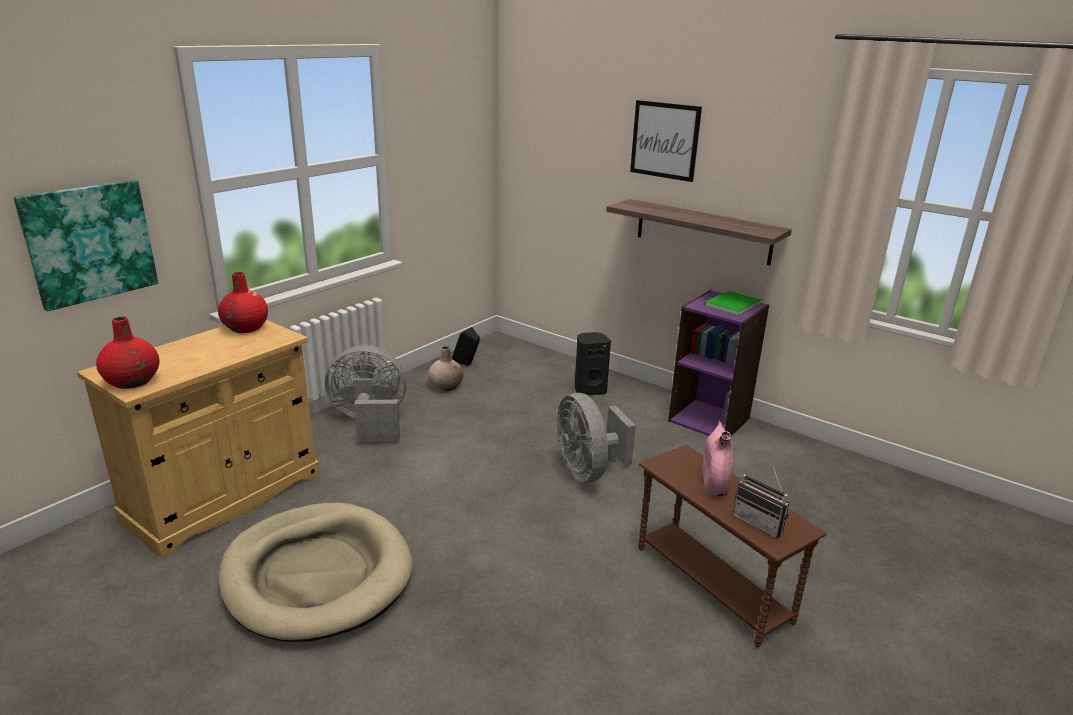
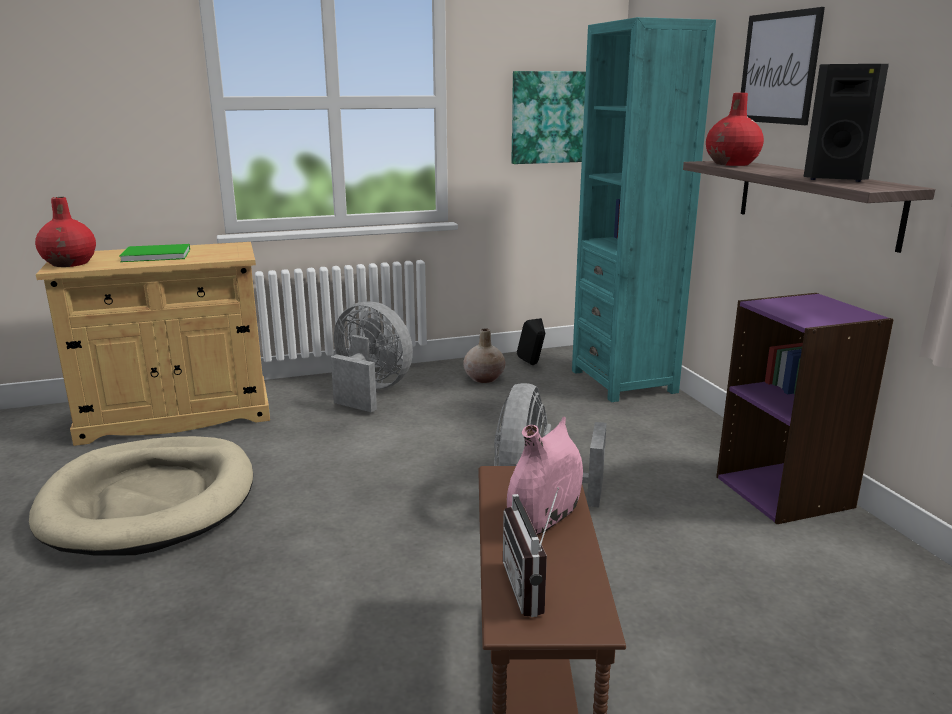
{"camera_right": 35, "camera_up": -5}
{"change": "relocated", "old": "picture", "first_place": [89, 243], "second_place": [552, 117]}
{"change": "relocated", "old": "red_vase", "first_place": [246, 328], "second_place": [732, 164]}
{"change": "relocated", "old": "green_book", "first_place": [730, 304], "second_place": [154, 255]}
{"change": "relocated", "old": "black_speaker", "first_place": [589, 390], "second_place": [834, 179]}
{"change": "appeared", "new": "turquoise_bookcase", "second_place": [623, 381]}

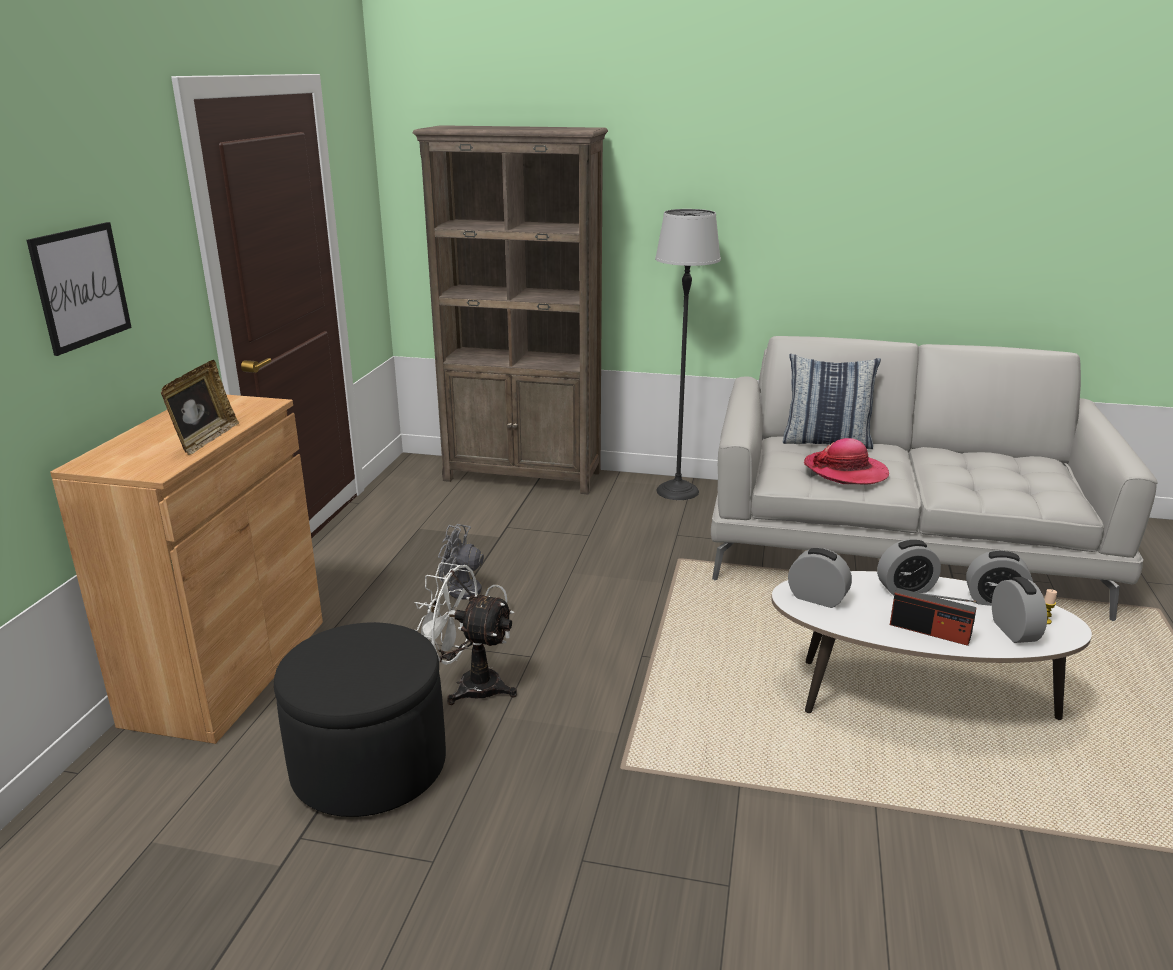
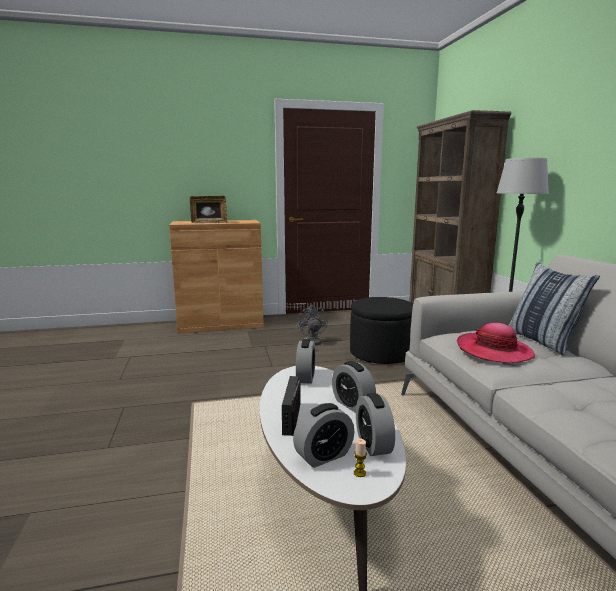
{"camera_right": 65, "camera_up": -10}
{"change": "missing", "old": "picture", "first_place": [81, 287]}
{"change": "missing", "old": "white_fan", "first_place": [468, 686]}
{"change": "relocated", "old": "black_ottoman", "first_place": [369, 766], "second_place": [381, 353]}

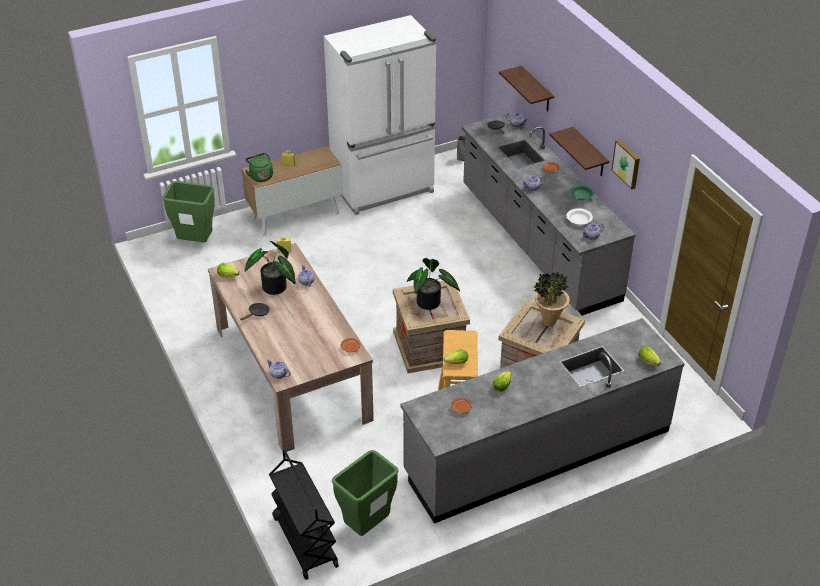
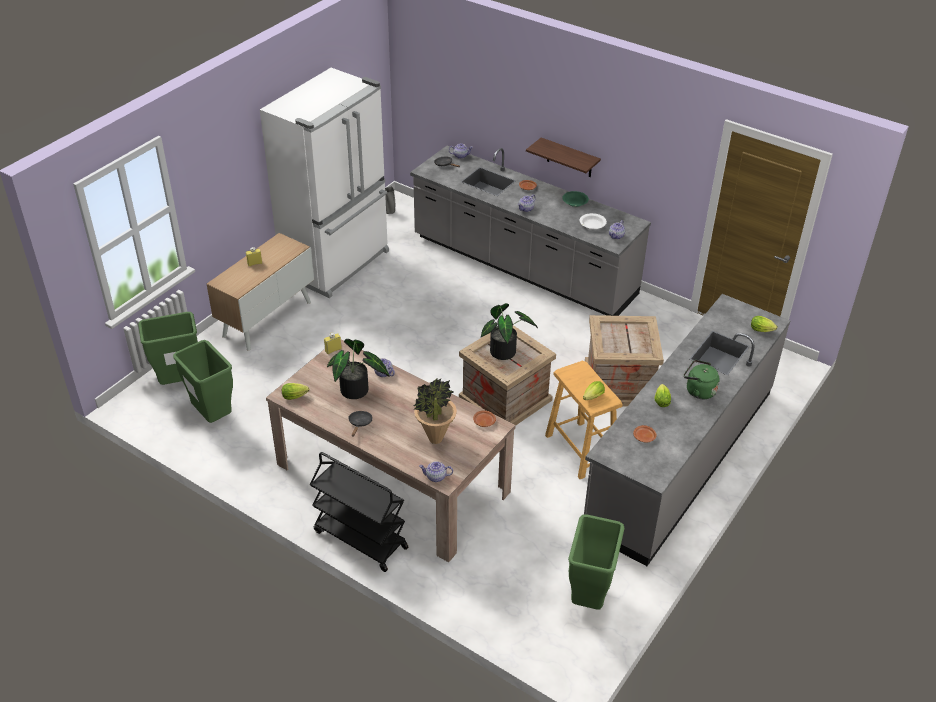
{"camera_right": -30, "camera_up": 0}
{"change": "missing", "old": "shelf", "first_place": [536, 90]}
{"change": "missing", "old": "picture", "first_place": [627, 163]}
{"change": "relocated", "old": "green_kettle", "first_place": [260, 176], "second_place": [698, 391]}
{"change": "relocated", "old": "potted_plant", "first_place": [549, 323], "second_place": [435, 439]}
{"change": "relocated", "old": "black_cart", "first_place": [304, 541], "second_place": [360, 539]}
{"change": "appeared", "new": "green_trash_can", "second_place": [212, 416]}

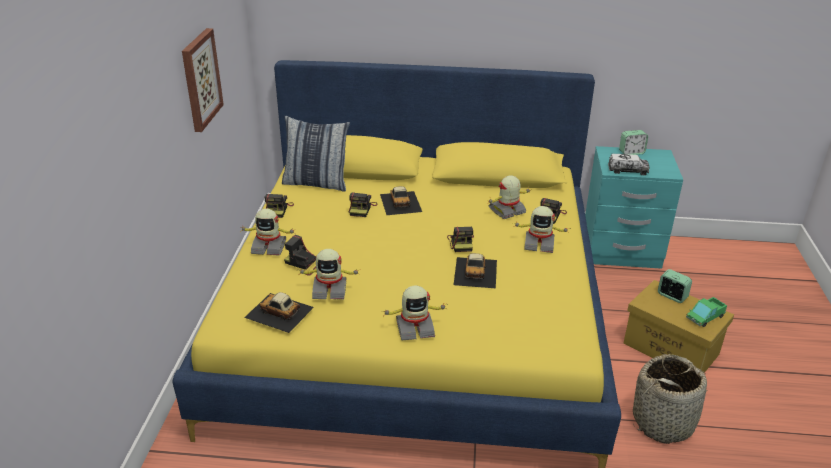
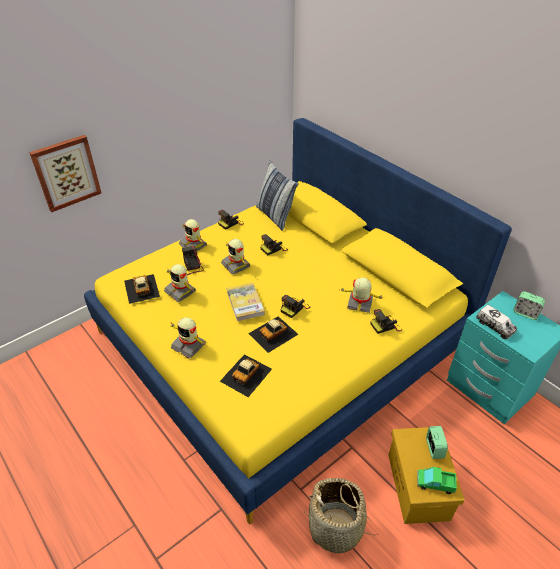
{"camera_right": 45, "camera_up": 10}
{"change": "relocated", "old": "picture", "first_place": [200, 79], "second_place": [66, 173]}
{"change": "relocated", "old": "toy_car", "first_place": [400, 202], "second_place": [246, 375]}
{"change": "relocated", "old": "toy_robot", "first_place": [539, 244], "second_place": [236, 265]}
{"change": "appeared", "new": "book", "second_place": [245, 303]}

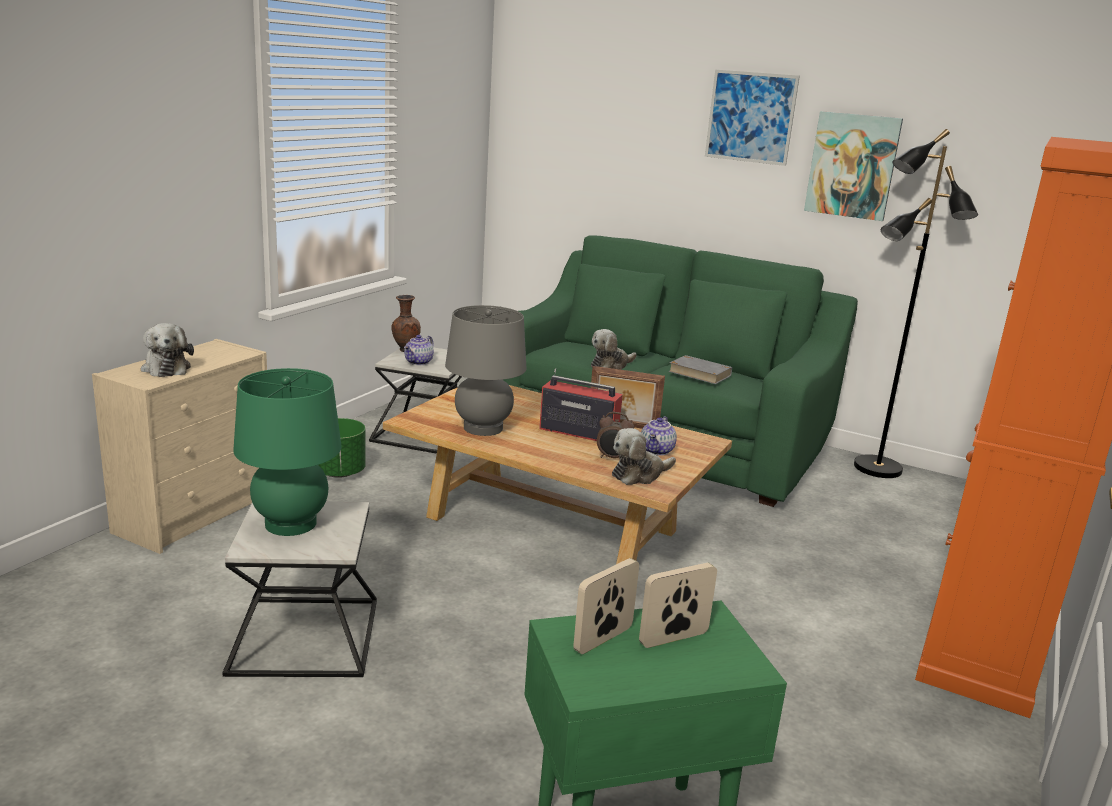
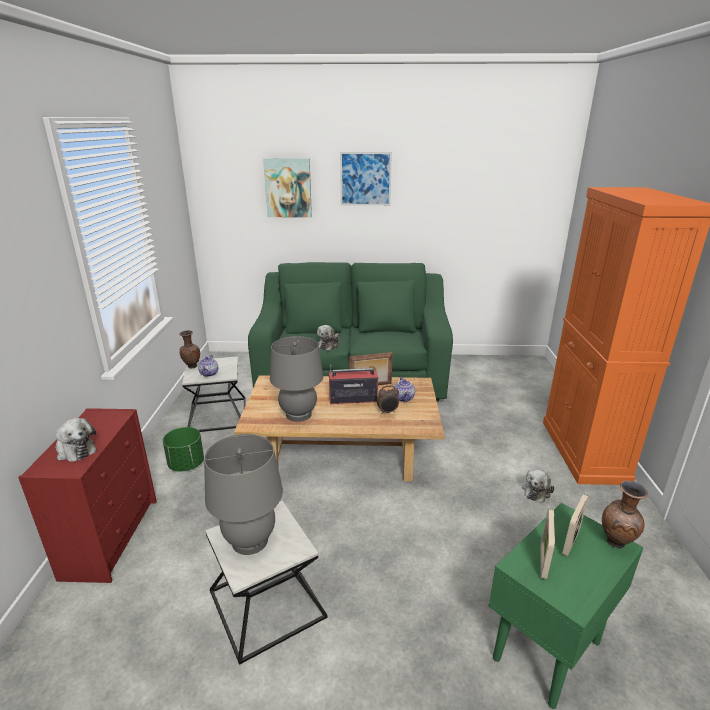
{"camera_right": -25, "camera_up": 5}
{"change": "relocated", "old": "picture", "first_place": [852, 165], "second_place": [288, 188]}
{"change": "missing", "old": "black_floor_lamp", "first_place": [877, 469]}
{"change": "colour", "old": "beige_dresser", "new": "red_dresser", "first_place": [196, 513], "second_place": [111, 536]}
{"change": "missing", "old": "grey_book", "first_place": [699, 373]}
{"change": "colour", "old": "green_table_lamp", "new": "grey_table_lamp", "first_place": [291, 523], "second_place": [250, 540]}
{"change": "relocated", "old": "plush_toy", "first_place": [639, 474], "second_place": [536, 491]}
{"change": "appeared", "new": "brown_vase", "second_place": [616, 543]}

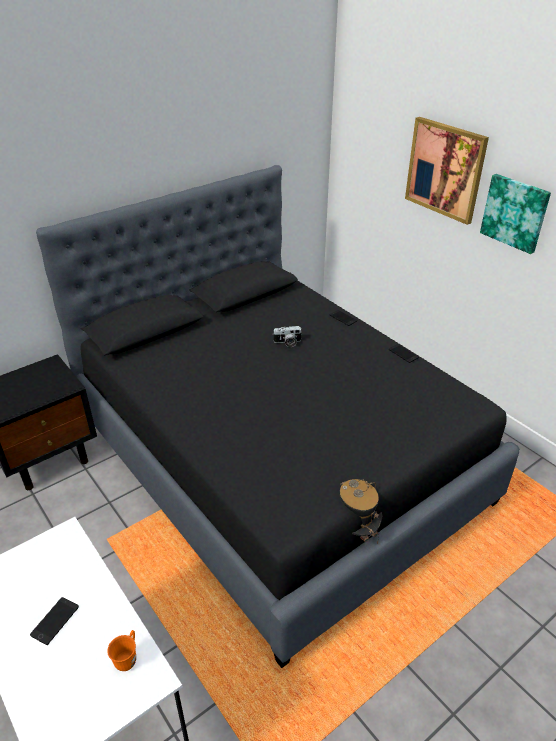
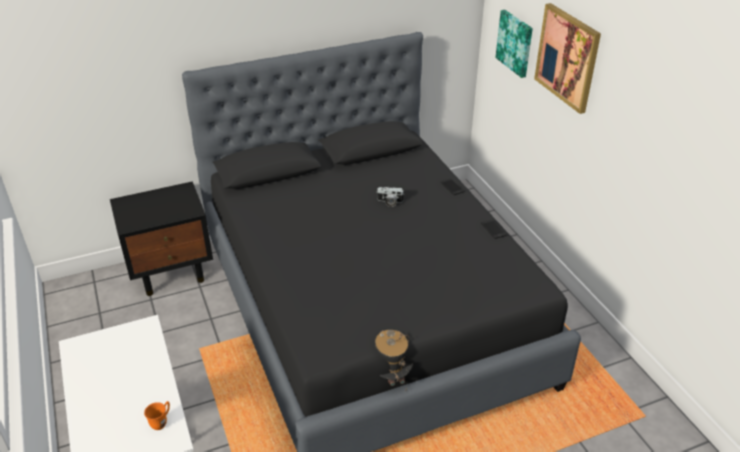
{"camera_right": 15, "camera_up": 0}
{"change": "relocated", "old": "picture", "first_place": [515, 213], "second_place": [515, 43]}
{"change": "missing", "old": "phone", "first_place": [55, 621]}

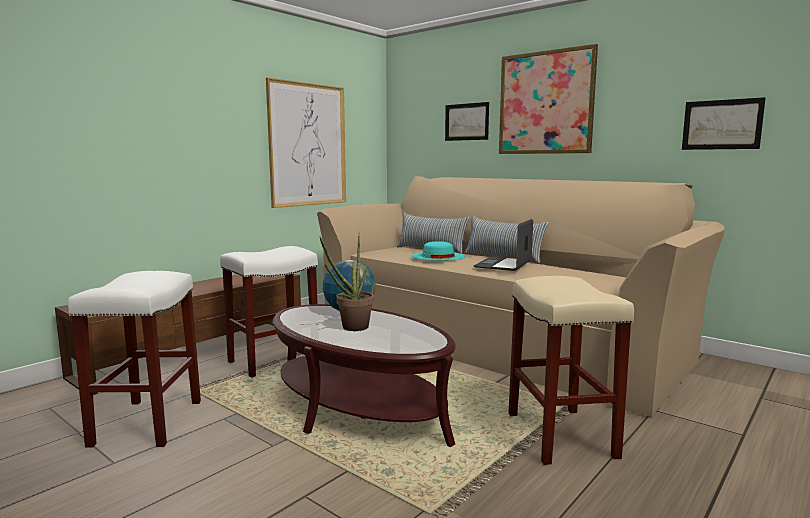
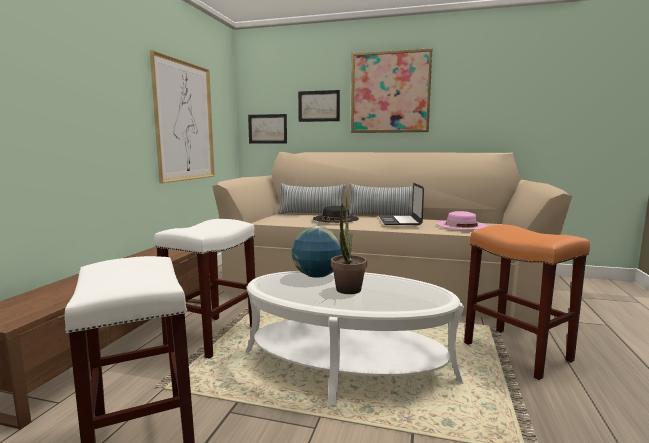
{"camera_right": -25, "camera_up": 0}
{"change": "relocated", "old": "picture", "first_place": [721, 124], "second_place": [267, 129]}
{"change": "colour", "old": "turquoise_hat", "new": "black_hat", "first_place": [438, 256], "second_place": [335, 218]}
{"change": "colour", "old": "beige_stool", "new": "orange_stool", "first_place": [562, 436], "second_place": [518, 352]}
{"change": "colour", "old": "brown_coffee_table", "new": "white_coffee_table", "first_place": [358, 408], "second_place": [347, 366]}
{"change": "appeared", "new": "pink_hat", "second_place": [461, 225]}

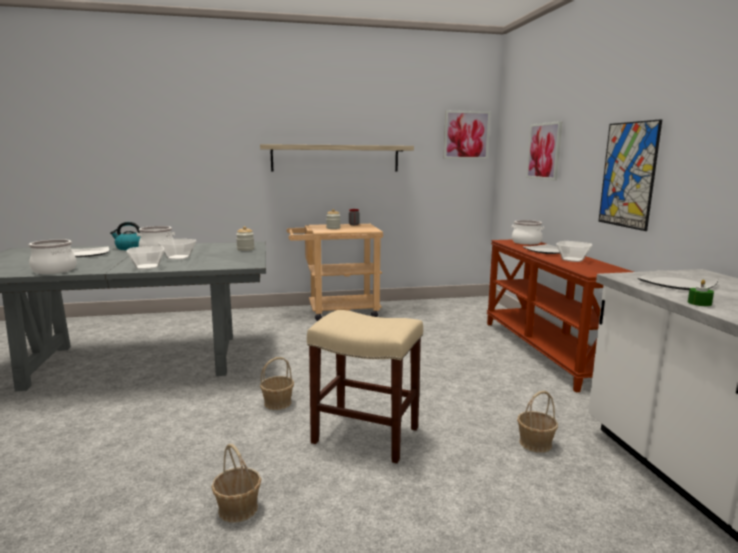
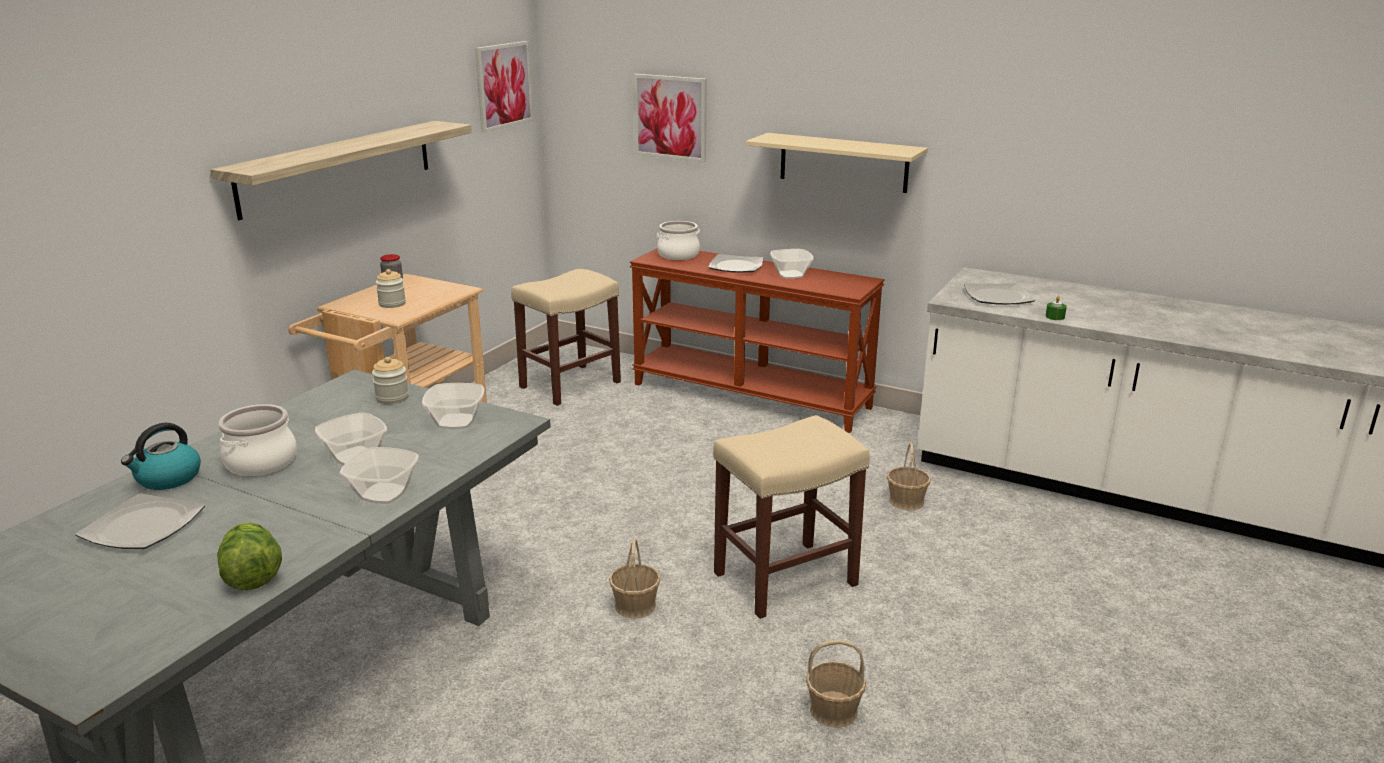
{"camera_right": -50, "camera_up": 10}
{"change": "exchanged", "old": "picture", "new": "beige_shelf", "first_place": [628, 175], "second_place": [843, 162]}
{"change": "exchanged", "old": "cooking_pot", "new": "lettuce", "first_place": [54, 270], "second_place": [252, 576]}
{"change": "appeared", "new": "beige_stool", "second_place": [571, 384]}
{"change": "appeared", "new": "bowl", "second_place": [457, 421]}

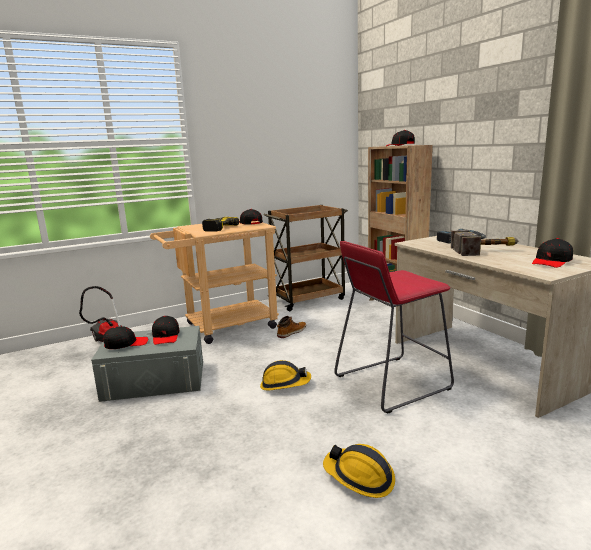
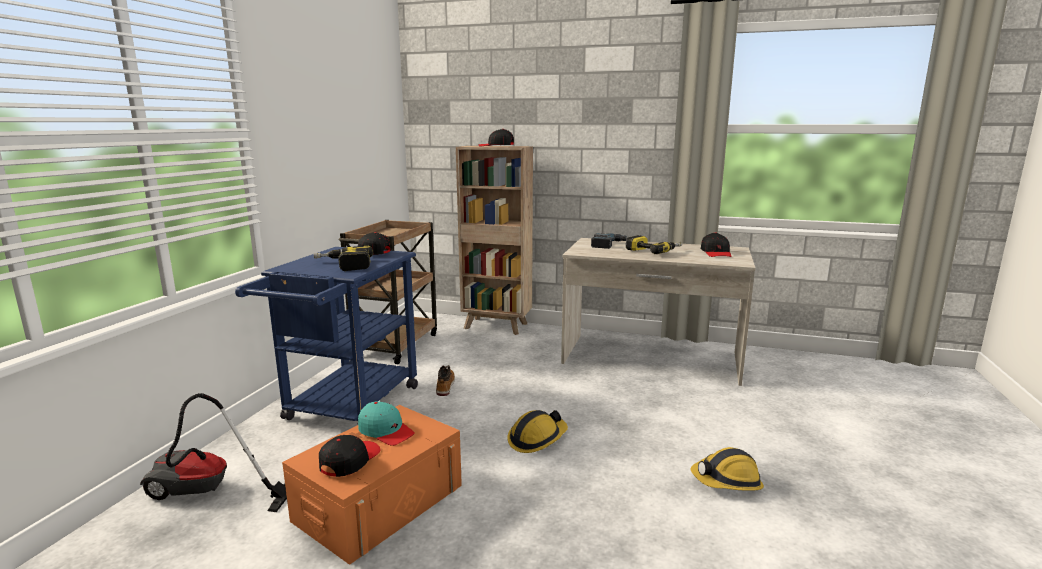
{"camera_right": -45, "camera_up": 0}
{"change": "colour", "old": "beige_cart", "new": "blue_cart", "first_place": [223, 327], "second_place": [347, 408]}
{"change": "exchanged", "old": "hammer", "new": "power_drill", "first_place": [486, 250], "second_place": [653, 251]}
{"change": "missing", "old": "red_stool", "first_place": [392, 383]}
{"change": "colour", "old": "black_cap", "new": "turquoise_cap", "first_place": [166, 336], "second_place": [386, 431]}
{"change": "colour", "old": "grey_storage_box", "new": "orange_storage_box", "first_place": [155, 380], "second_place": [379, 502]}

